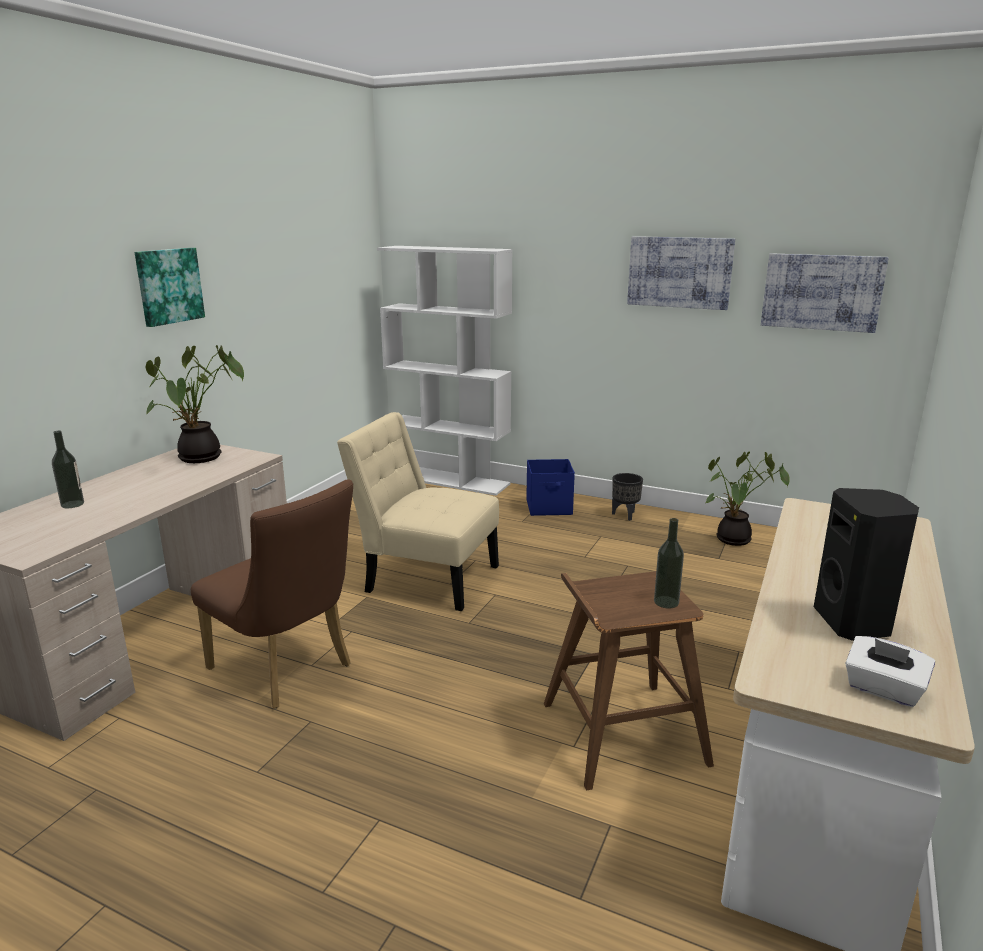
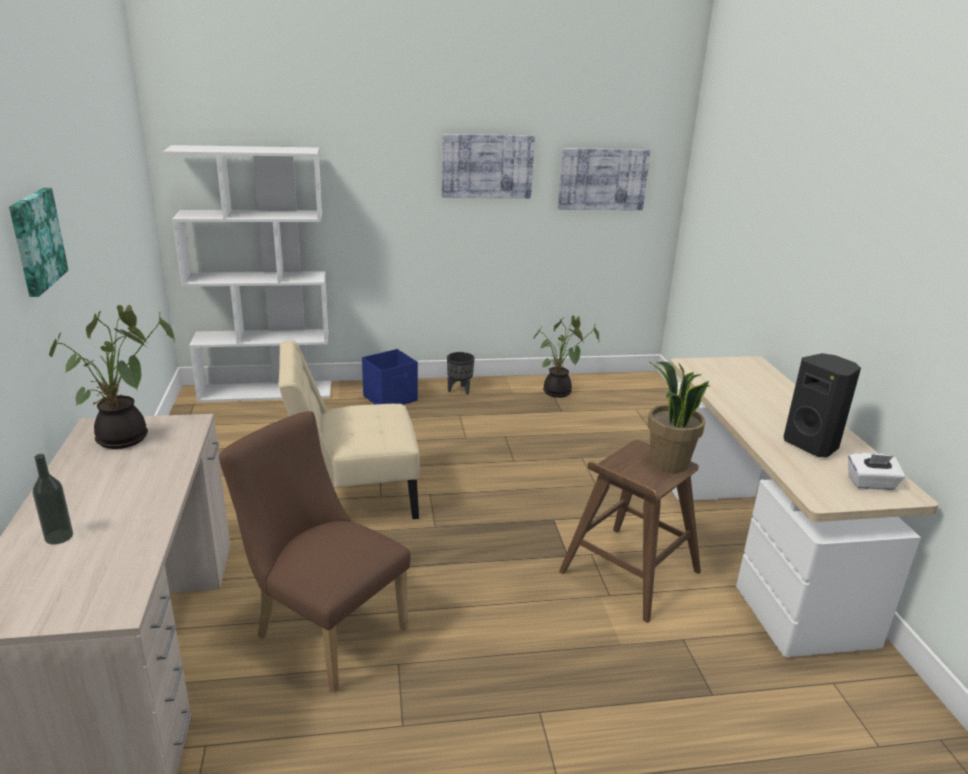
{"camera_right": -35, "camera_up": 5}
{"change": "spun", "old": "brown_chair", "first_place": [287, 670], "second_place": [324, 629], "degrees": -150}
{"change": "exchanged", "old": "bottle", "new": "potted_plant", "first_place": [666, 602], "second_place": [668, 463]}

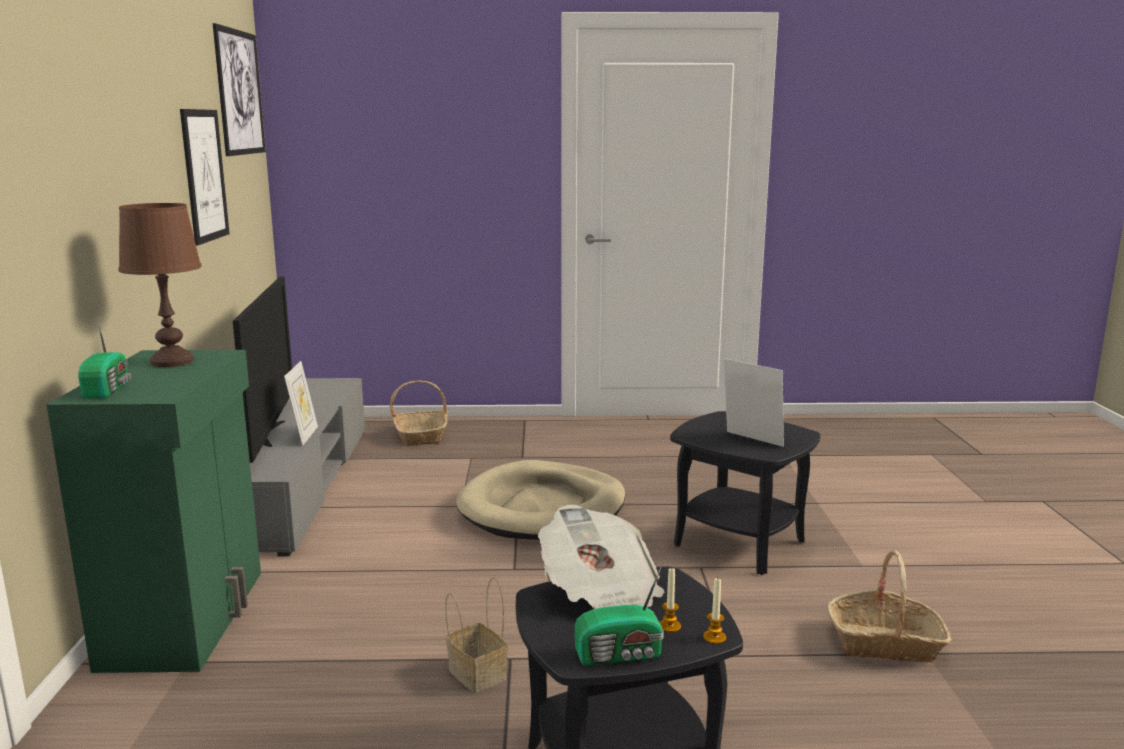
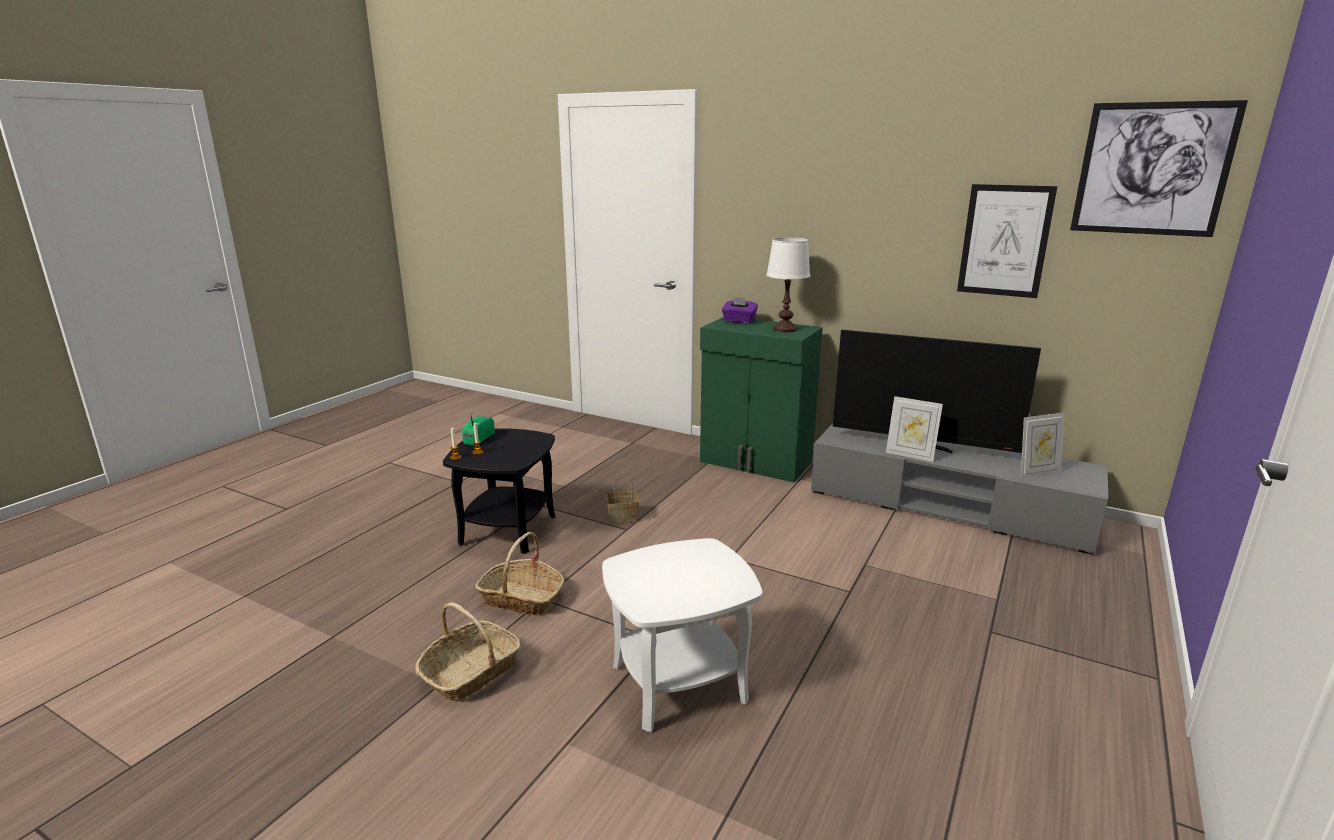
{"camera_right": 120, "camera_up": 5}
{"change": "colour", "old": "brown_table_lamp", "new": "white_table_lamp", "first_place": [171, 361], "second_place": [785, 329]}
{"change": "exchanged", "old": "radio", "new": "purple_tissue_box", "first_place": [109, 389], "second_place": [739, 321]}
{"change": "relocated", "old": "picture_frame", "first_place": [751, 440], "second_place": [1037, 473]}
{"change": "relocated", "old": "basket", "first_place": [421, 435], "second_place": [522, 598]}
{"change": "colour", "old": "black_side_table", "new": "white_side_table", "first_place": [738, 543], "second_place": [679, 683]}
{"change": "missing", "old": "beige_dog_bed", "first_place": [542, 508]}
{"change": "missing", "old": "newspaper", "first_place": [600, 595]}

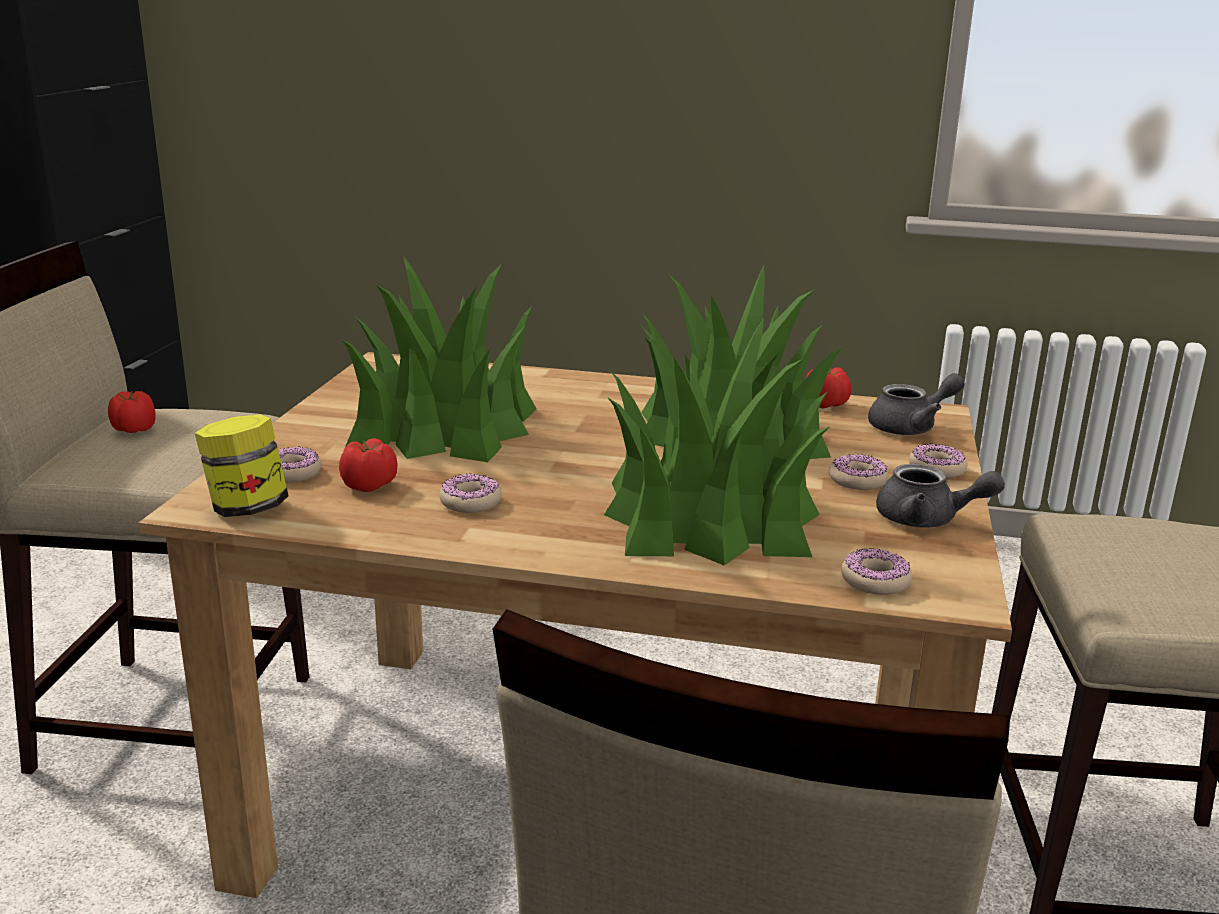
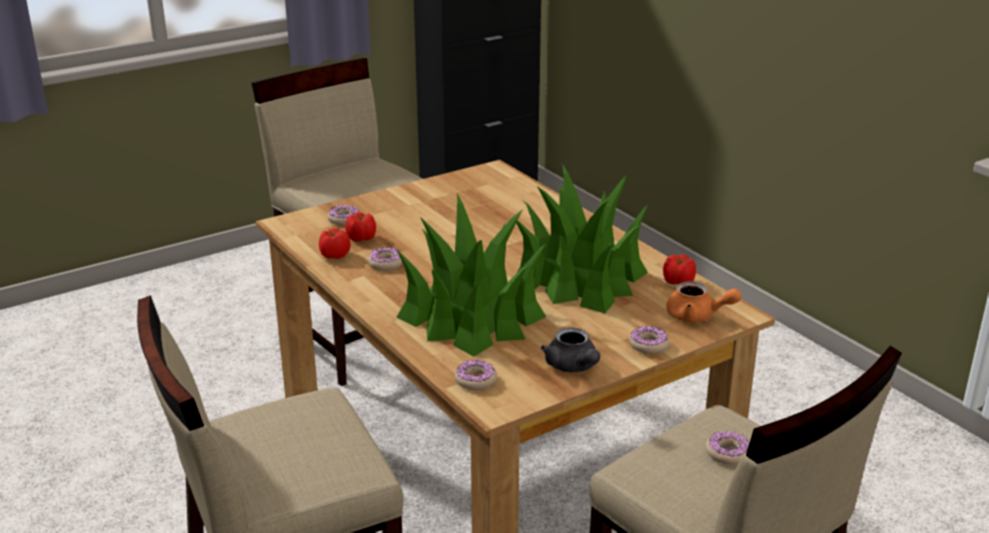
{"camera_right": 45, "camera_up": 5}
{"change": "missing", "old": "potted_plant", "first_place": [444, 425]}
{"change": "colour", "old": "grey_teapot", "new": "orange_teapot", "first_place": [911, 427], "second_place": [697, 316]}
{"change": "relocated", "old": "tomato", "first_place": [134, 430], "second_place": [334, 255]}
{"change": "missing", "old": "jar", "first_place": [247, 509]}
{"change": "relocated", "old": "donut", "first_place": [857, 480], "second_place": [727, 453]}

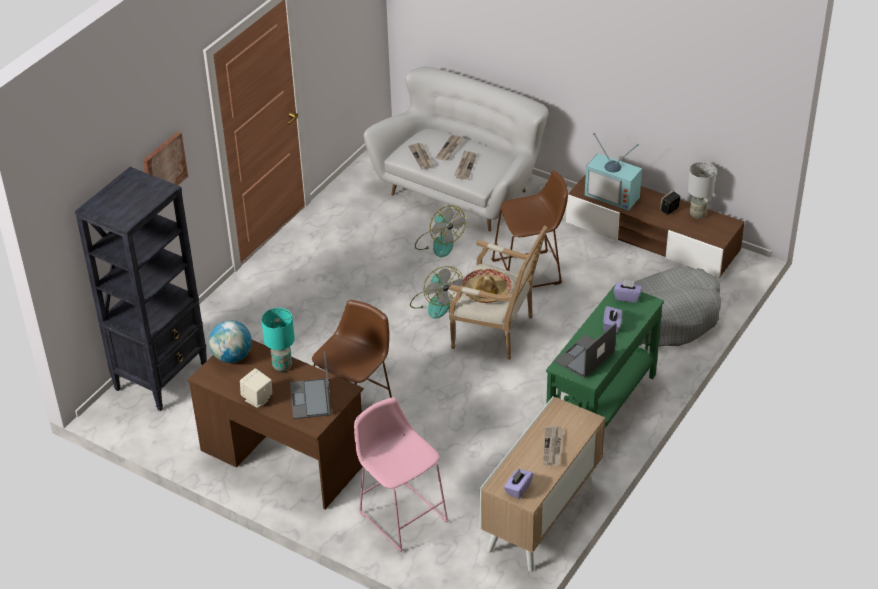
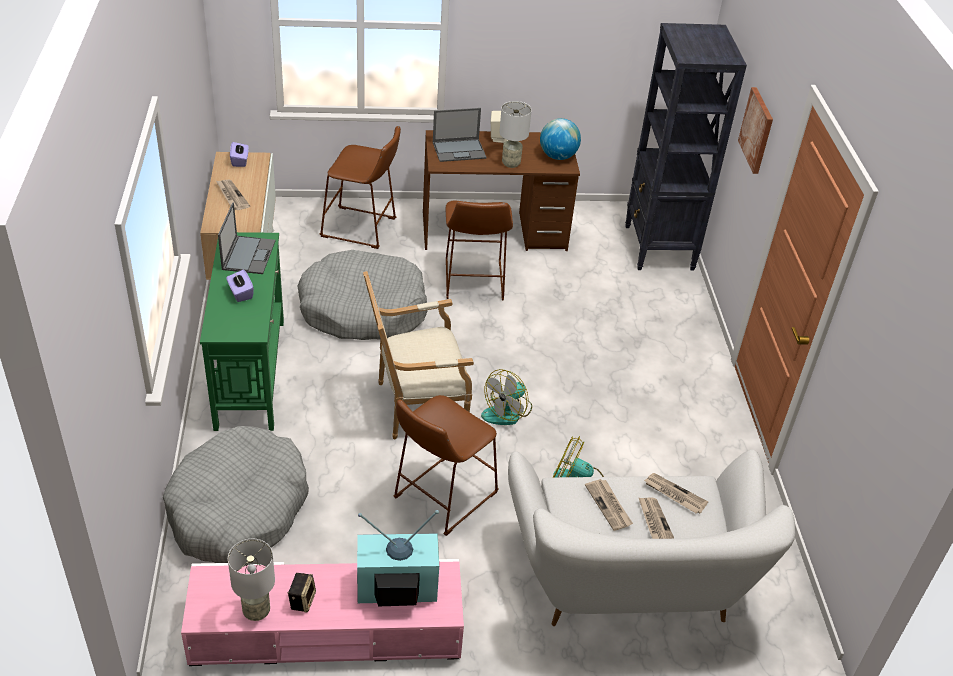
{"camera_right": 140, "camera_up": 0}
{"change": "colour", "old": "brown_tv_stand", "new": "pink_tv_stand", "first_place": [652, 237], "second_place": [327, 628]}
{"change": "spun", "old": "fan", "first_place": [435, 303], "second_place": [507, 411], "degrees": -75}
{"change": "missing", "old": "hat", "first_place": [486, 291]}
{"change": "missing", "old": "purple_tissue_box", "first_place": [627, 297]}
{"change": "colour", "old": "turquoise_table_lamp", "new": "grey_table_lamp", "first_place": [282, 365], "second_place": [511, 163]}
{"change": "spun", "old": "laptop", "first_place": [311, 399], "second_place": [459, 150], "degrees": 120}
{"change": "colour", "old": "pink_stool", "new": "brown_stool", "first_place": [401, 513], "second_place": [362, 229]}
{"change": "appeared", "new": "grey_dog_bed", "second_place": [363, 309]}

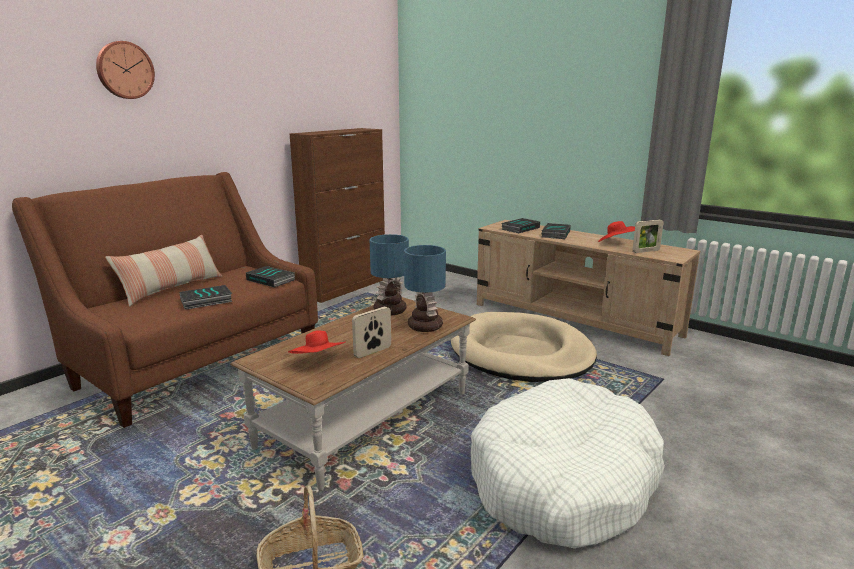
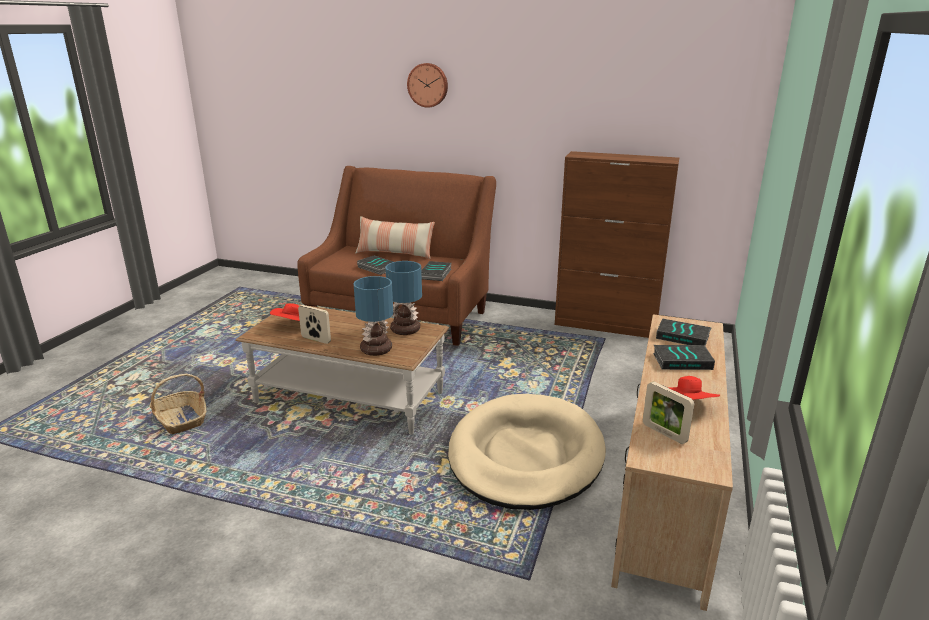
{"camera_right": 70, "camera_up": 5}
{"change": "missing", "old": "white_dog_bed", "first_place": [563, 481]}

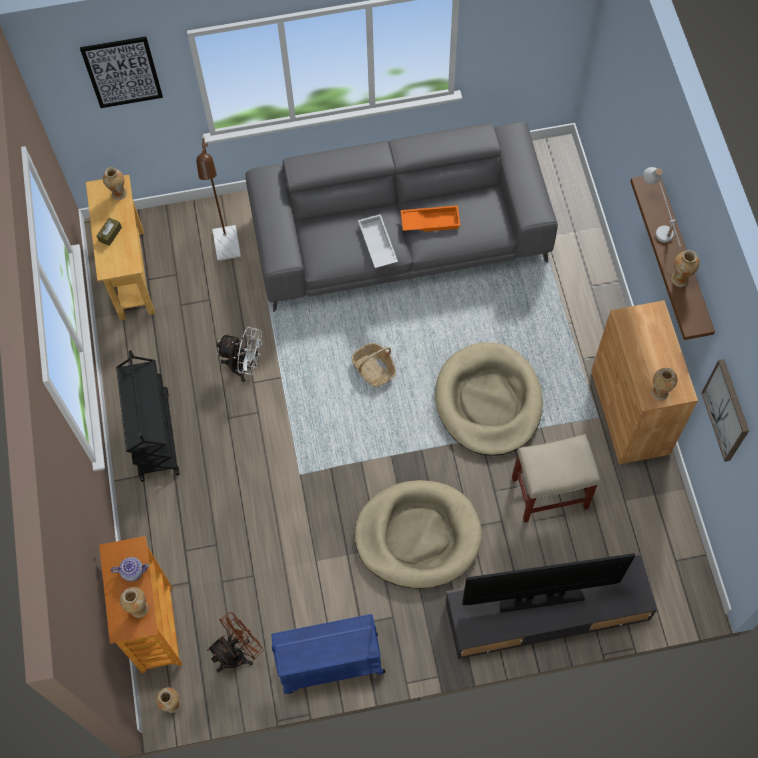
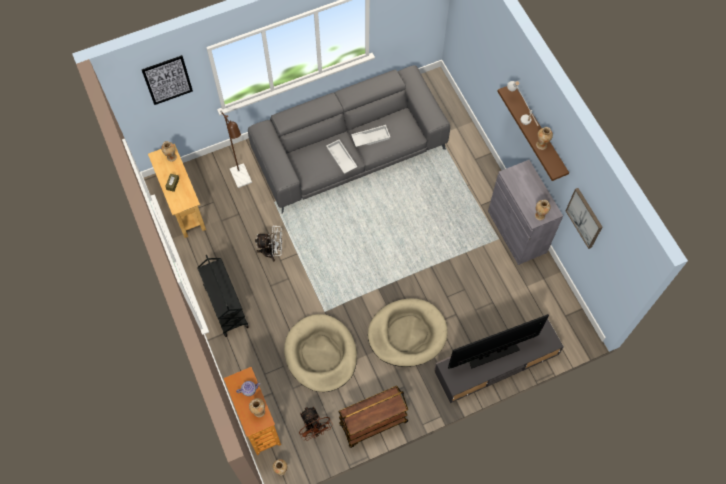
{"camera_right": -15, "camera_up": 0}
{"change": "colour", "old": "orange_tray", "new": "white_tray", "first_place": [430, 221], "second_place": [371, 137]}
{"change": "colour", "old": "brown_cabinet", "new": "grey_cabinet", "first_place": [630, 412], "second_place": [517, 231]}
{"change": "relocated", "old": "beige_dog_bed", "first_place": [488, 401], "second_place": [321, 354]}
{"change": "missing", "old": "basket", "first_place": [374, 369]}
{"change": "missing", "old": "beige_stool", "first_place": [550, 492]}
{"change": "spun", "old": "brown_fan", "first_place": [238, 653], "second_place": [314, 429], "degrees": 120}
{"change": "colour", "old": "blue_cart", "new": "brown_cart", "first_place": [330, 664], "second_place": [373, 423]}

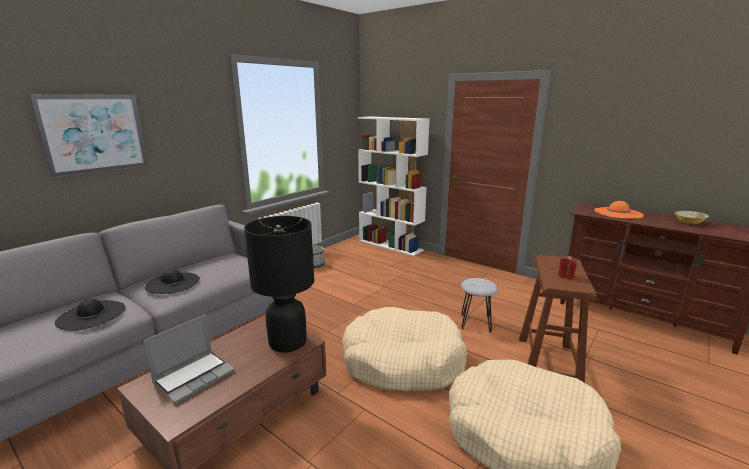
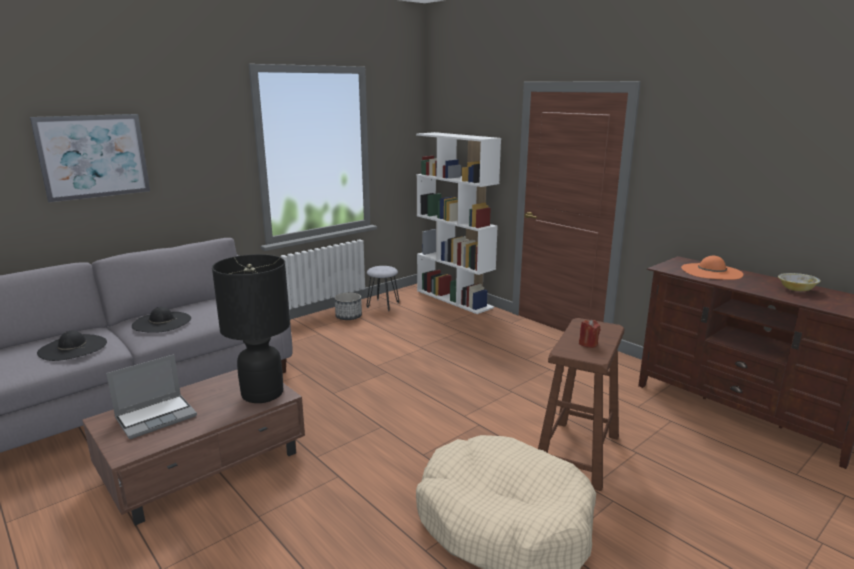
{"camera_right": 10, "camera_up": 0}
{"change": "relocated", "old": "grey_stool", "first_place": [475, 323], "second_place": [383, 305]}
{"change": "missing", "old": "beige_dog_bed", "first_place": [402, 361]}

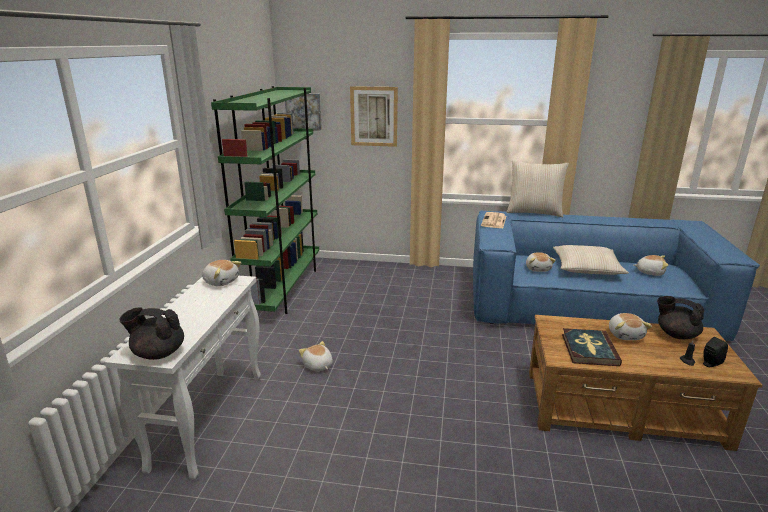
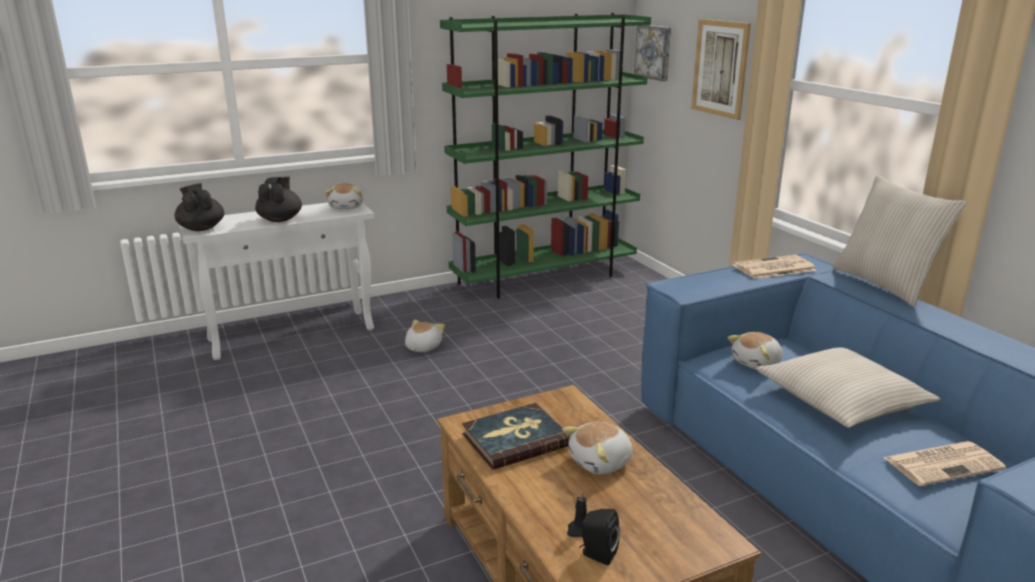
{"camera_right": 55, "camera_up": 0}
{"change": "exchanged", "old": "plush_toy", "new": "newspaper", "first_place": [650, 272], "second_place": [943, 463]}
{"change": "relocated", "old": "black_teapot", "first_place": [676, 334], "second_place": [280, 219]}

